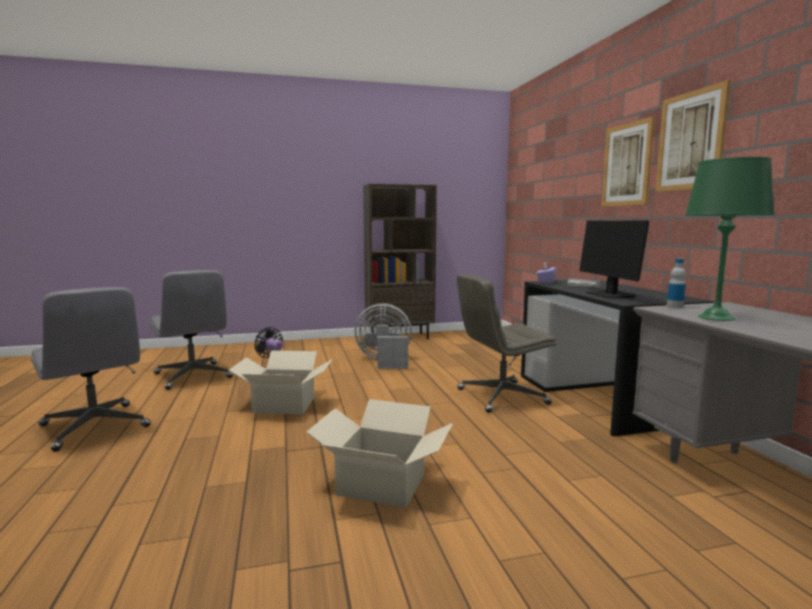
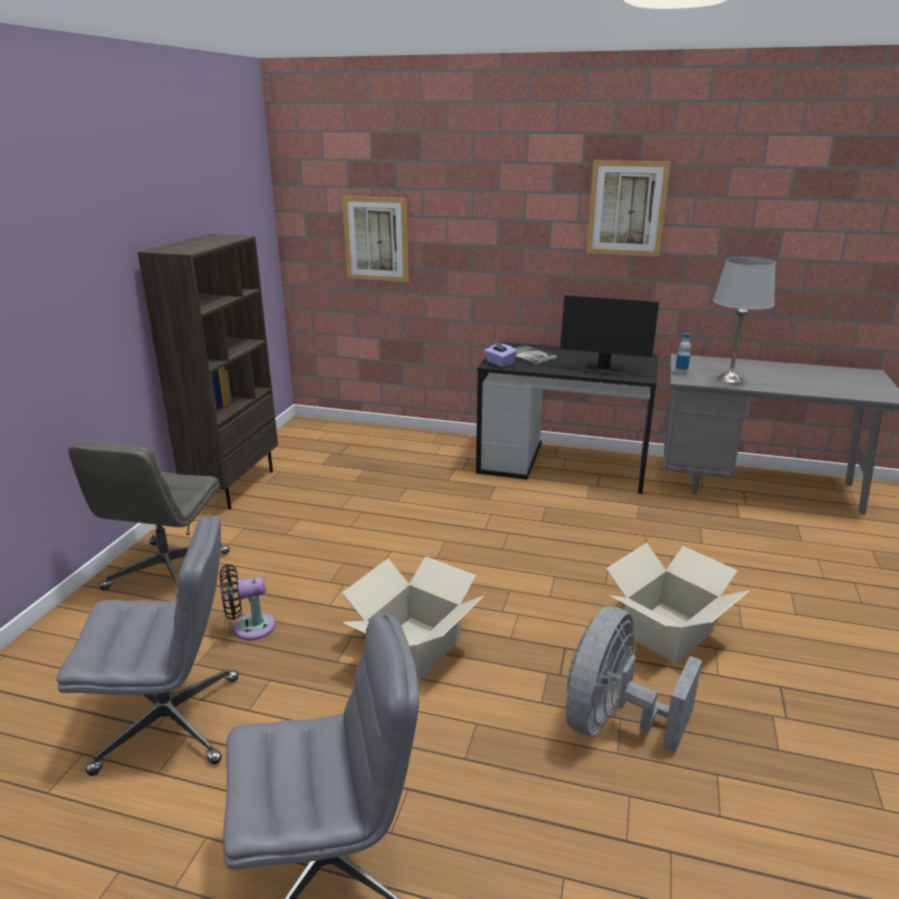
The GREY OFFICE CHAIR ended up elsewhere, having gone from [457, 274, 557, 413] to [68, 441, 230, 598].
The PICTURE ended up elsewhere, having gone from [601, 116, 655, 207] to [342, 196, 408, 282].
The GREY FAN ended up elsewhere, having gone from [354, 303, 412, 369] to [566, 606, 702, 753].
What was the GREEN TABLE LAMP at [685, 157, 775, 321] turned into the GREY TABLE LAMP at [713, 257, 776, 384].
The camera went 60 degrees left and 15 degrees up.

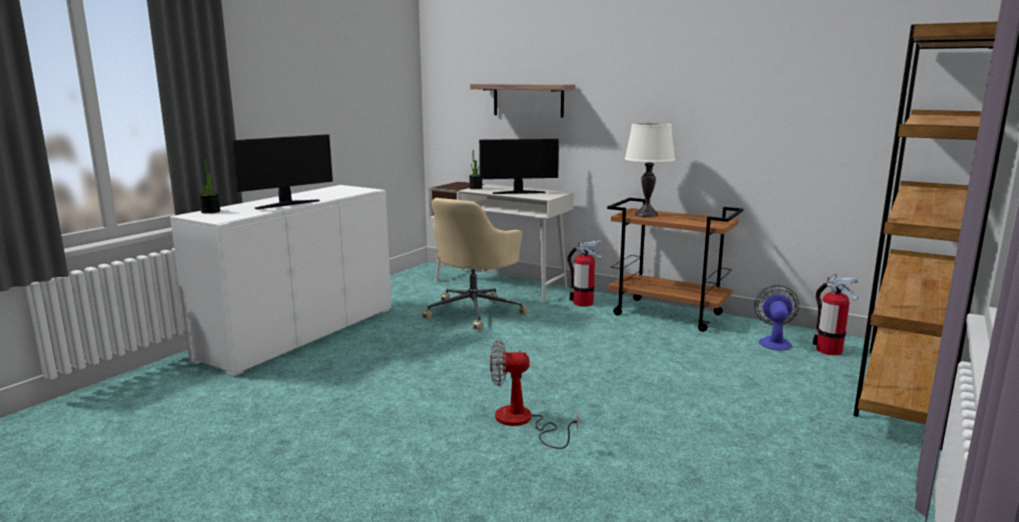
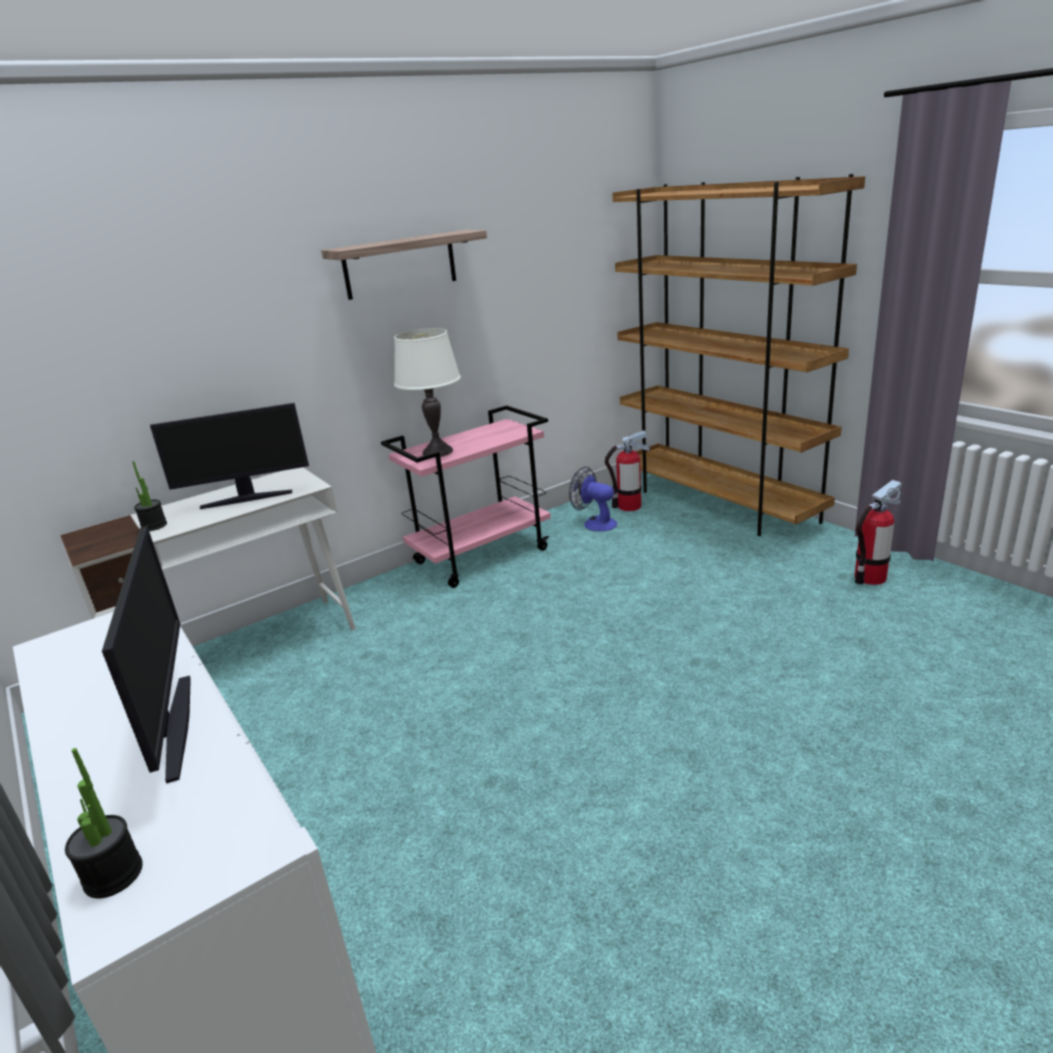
The MONITOR at [479, 139, 559, 194] ended up facing another way, 60 degrees clockwise from before.
The SHELF ended up elsewhere, having gone from [470, 84, 575, 118] to [321, 230, 487, 300].
What was the BROWN CART at [607, 198, 744, 332] turned into the PINK CART at [381, 405, 551, 588].
The FIRE EXTINGUISHER ended up elsewhere, having gone from [567, 239, 602, 307] to [855, 480, 902, 585].
The second view lost the BEIGE OFFICE CHAIR at [422, 198, 528, 330].
The second view lost the FAN at [490, 340, 578, 449].
The camera went 65 degrees left and 10 degrees up.

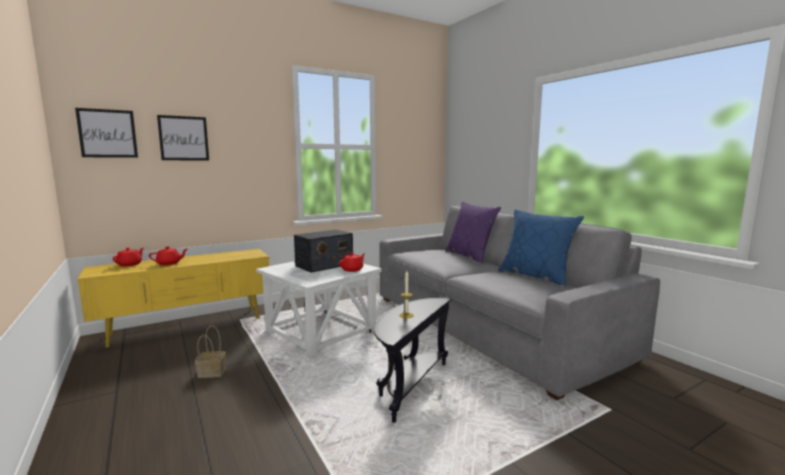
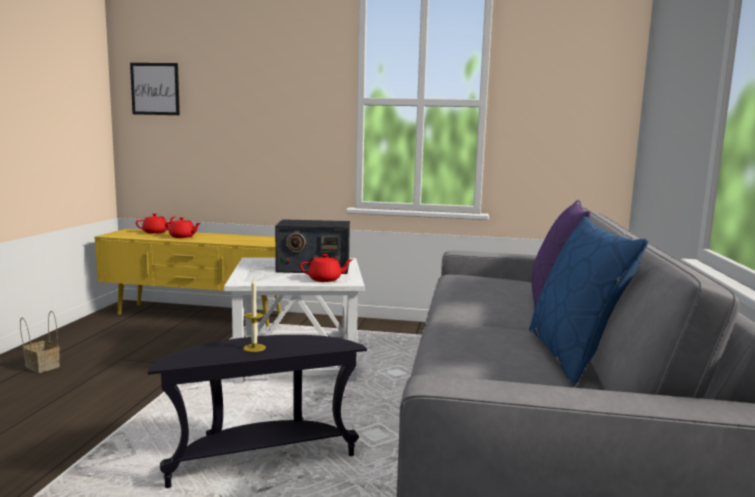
The BASKET ended up elsewhere, having gone from [195, 326, 226, 378] to [20, 311, 60, 373].
The second view lost the PICTURE at [157, 115, 209, 160].
The camera went 40 degrees right and 0 degrees up.

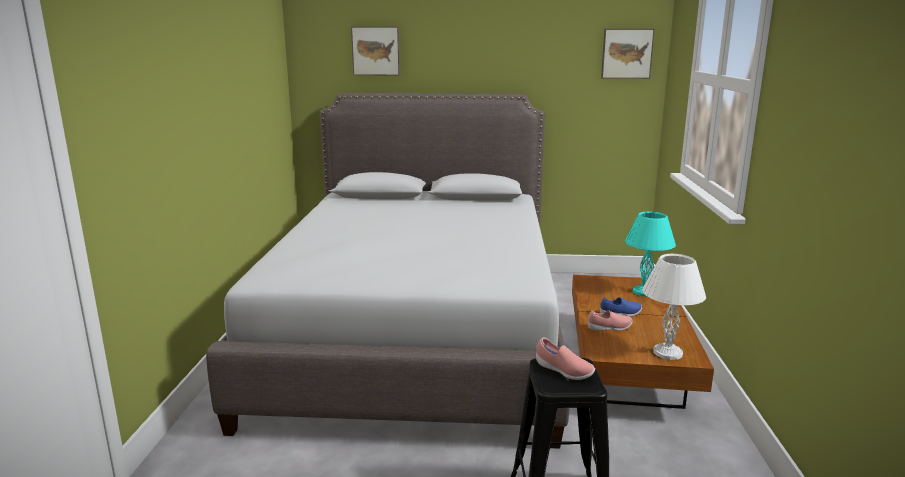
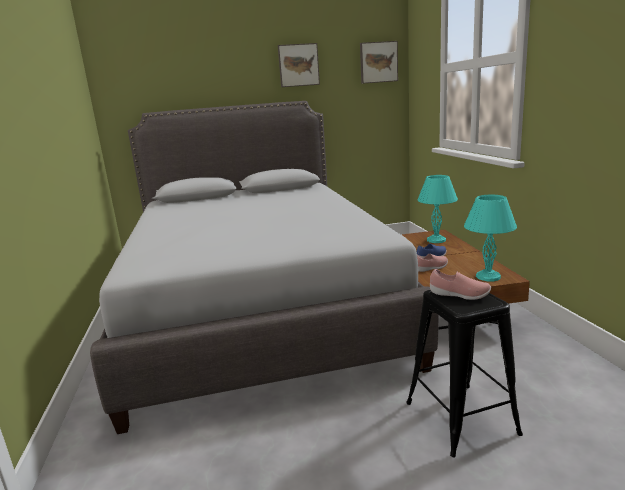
The PICTURE ended up elsewhere, having gone from [351, 26, 400, 75] to [278, 43, 320, 87].
What was the WHITE TABLE LAMP at [642, 254, 706, 360] turned into the TURQUOISE TABLE LAMP at [464, 195, 517, 282].
The camera went 15 degrees left and 0 degrees up.

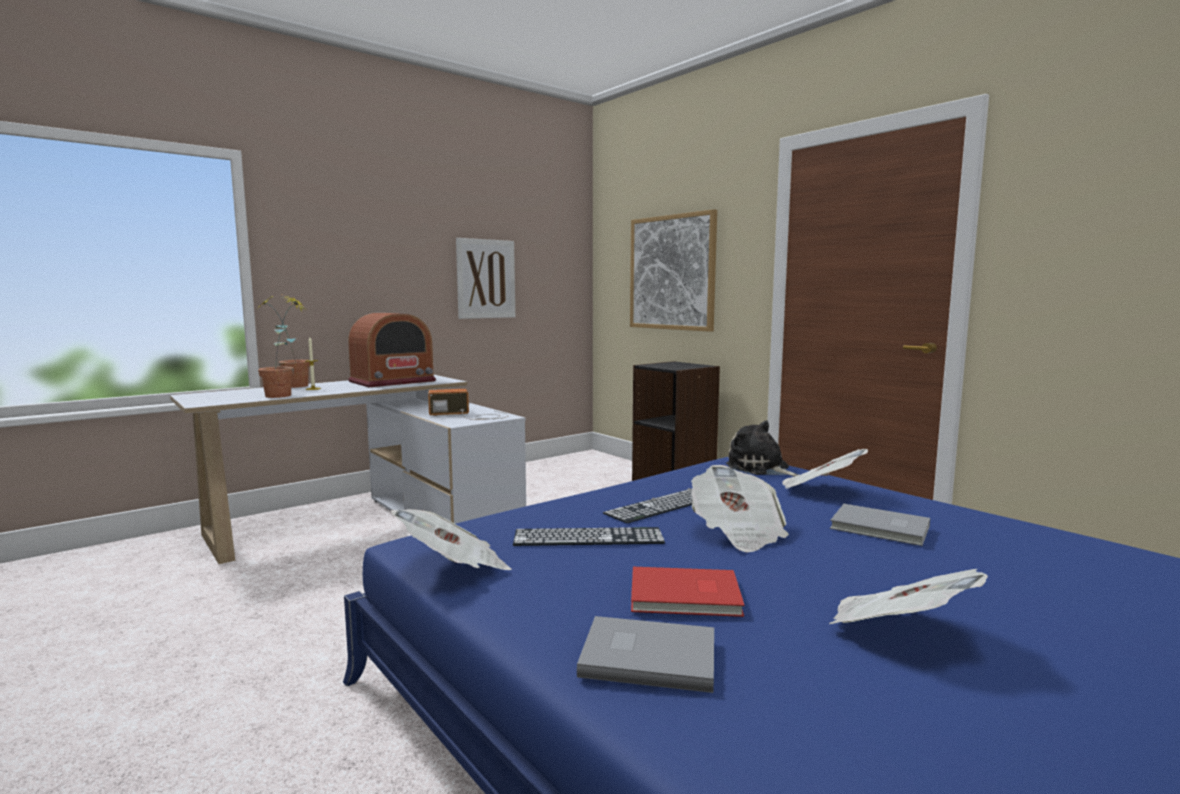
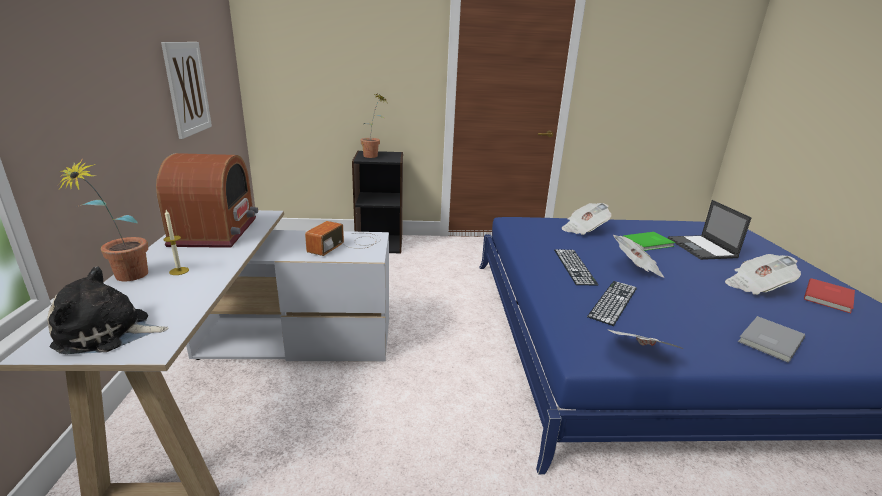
The PLUSH TOY ended up elsewhere, having gone from [726, 420, 799, 476] to [47, 266, 169, 354].
The POTTED PLANT ended up elsewhere, having gone from [258, 295, 309, 398] to [361, 94, 386, 158].
What was the GREY BOOK at [830, 504, 930, 546] turned into the GREEN BOOK at [623, 232, 676, 251].
The second view gained the LAPTOP at [668, 200, 752, 260].
The RED BOOK ended up elsewhere, having gone from [631, 567, 745, 617] to [804, 278, 855, 313].
The second view lost the PICTURE at [630, 209, 717, 332].
The camera went 55 degrees left and 15 degrees up.

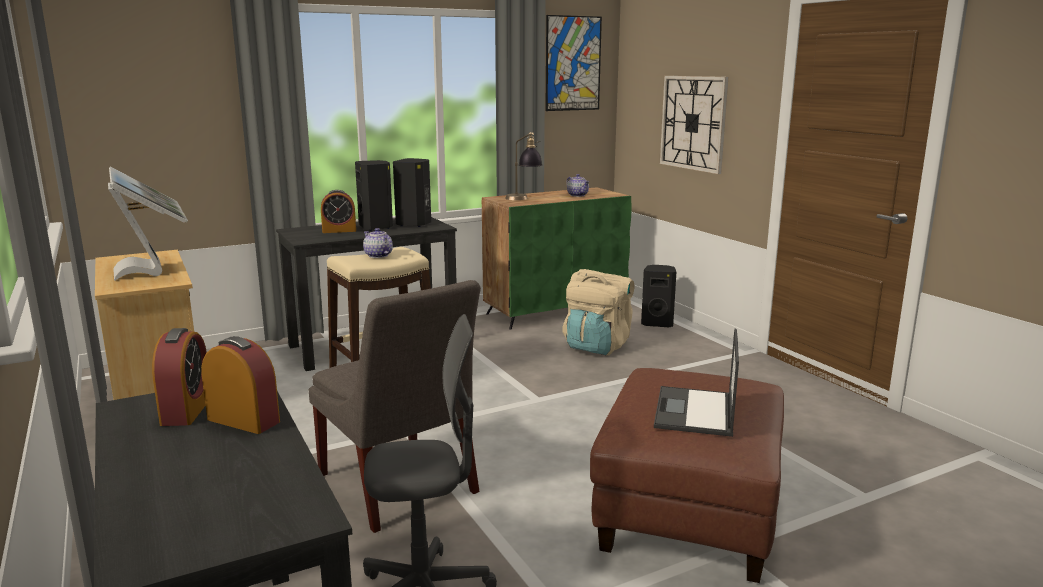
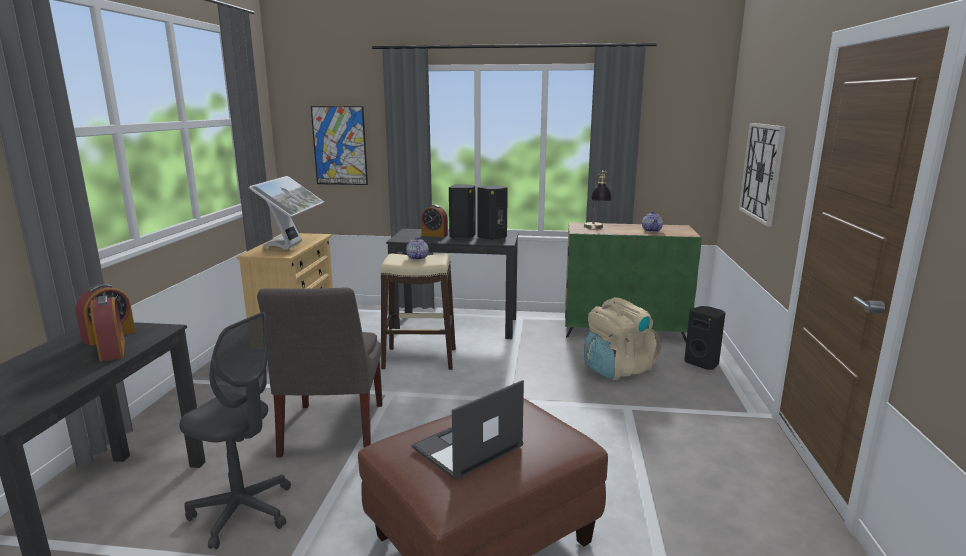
The PICTURE ended up elsewhere, having gone from [545, 15, 602, 111] to [311, 106, 368, 185].
The camera went 35 degrees right and 0 degrees up.

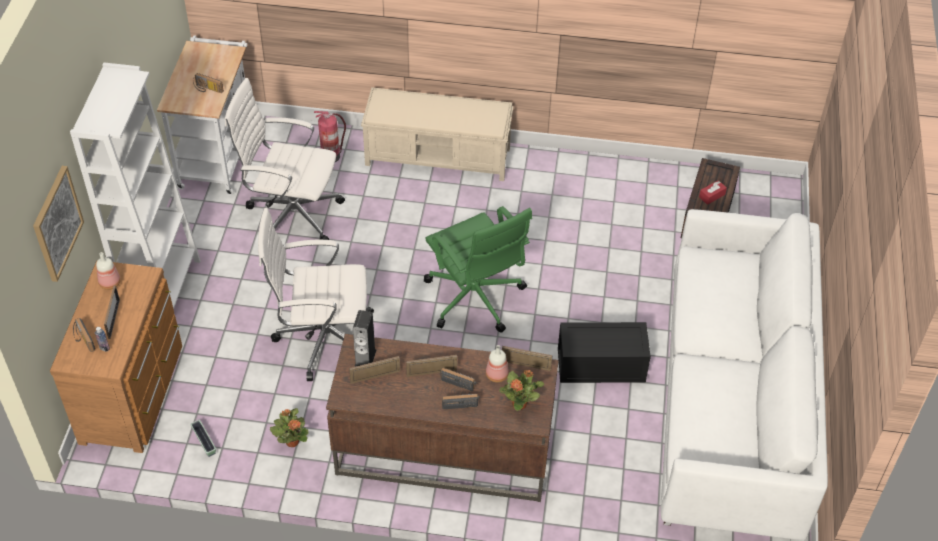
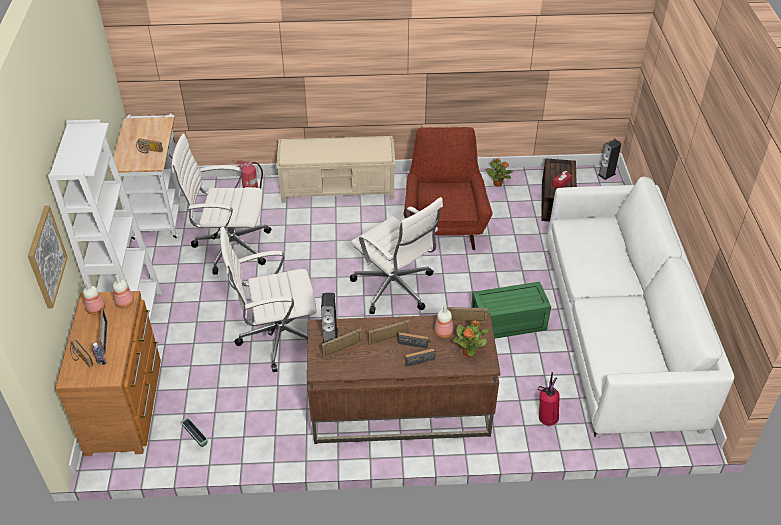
The second view gained the BOTTLE at [113, 275, 134, 308].
What was the GREEN OFFICE CHAIR at [424, 206, 532, 333] turned into the WHITE OFFICE CHAIR at [350, 197, 443, 314].
The second view gained the RED ARMCHAIR at [404, 127, 493, 250].
What was the BLACK STORAGE BOX at [558, 322, 651, 383] turned into the GREEN STORAGE BOX at [471, 282, 551, 339].
The POTTED PLANT ended up elsewhere, having gone from [270, 408, 308, 447] to [486, 158, 513, 187].
The second view gained the FIRE EXTINGUISHER at [538, 372, 560, 426].
The second view gained the SPEAKER at [598, 139, 621, 180].
The camera went 10 degrees left and 5 degrees down.

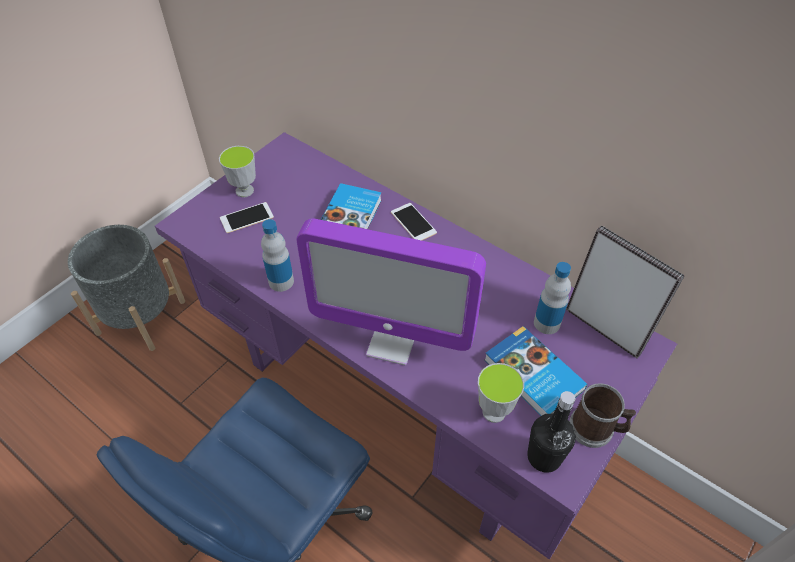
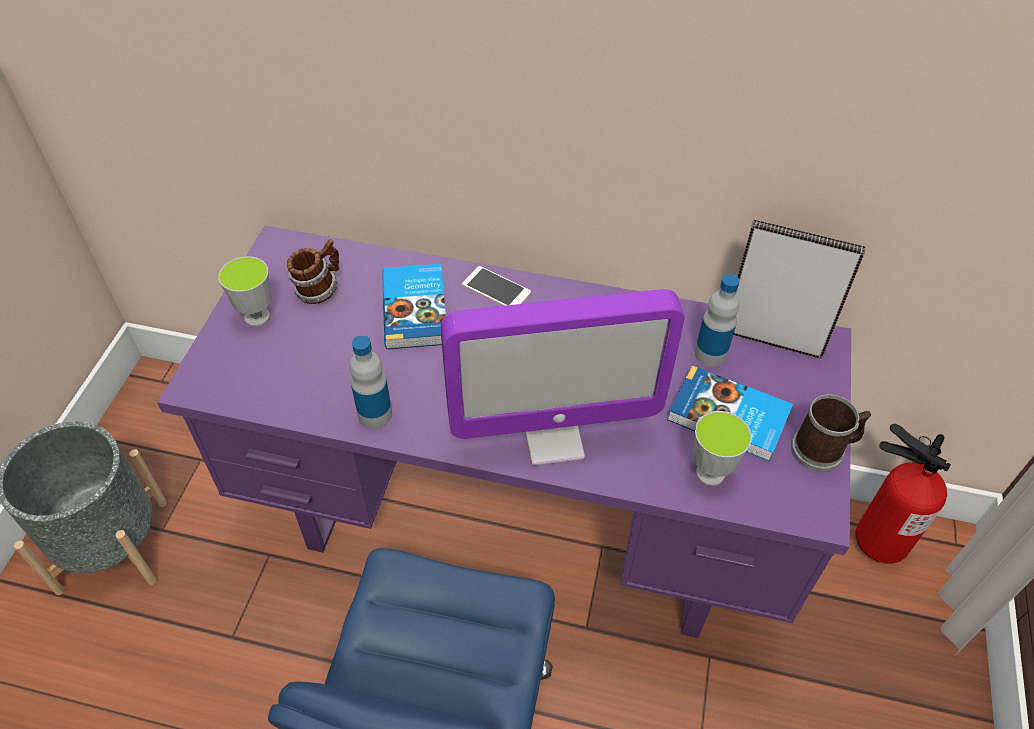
The second view gained the MUG at [287, 239, 340, 304].
The second view gained the FIRE EXTINGUISHER at [856, 424, 951, 564].
The second view lost the PHONE at [220, 202, 274, 233].
The second view lost the BLACK BOTTLE at [527, 391, 576, 473].
The camera went 25 degrees left and 0 degrees up.

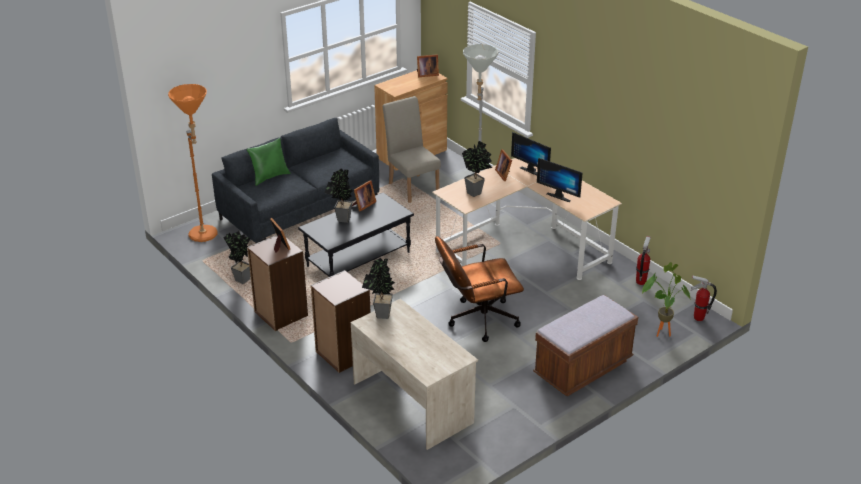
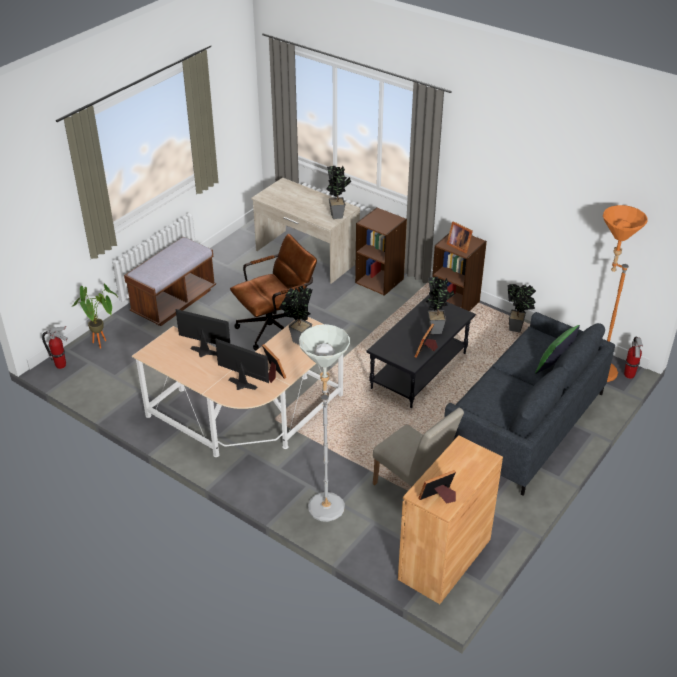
The FIRE EXTINGUISHER ended up elsewhere, having gone from [636, 236, 651, 285] to [624, 336, 643, 379].
The camera went 165 degrees right and 5 degrees up.

